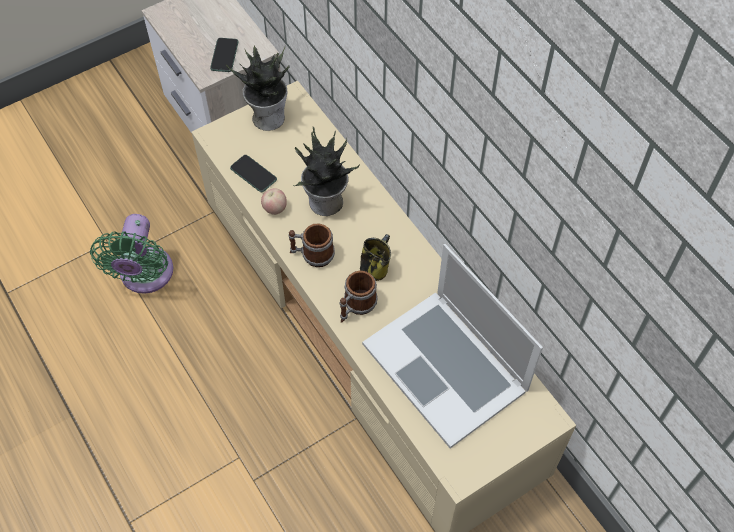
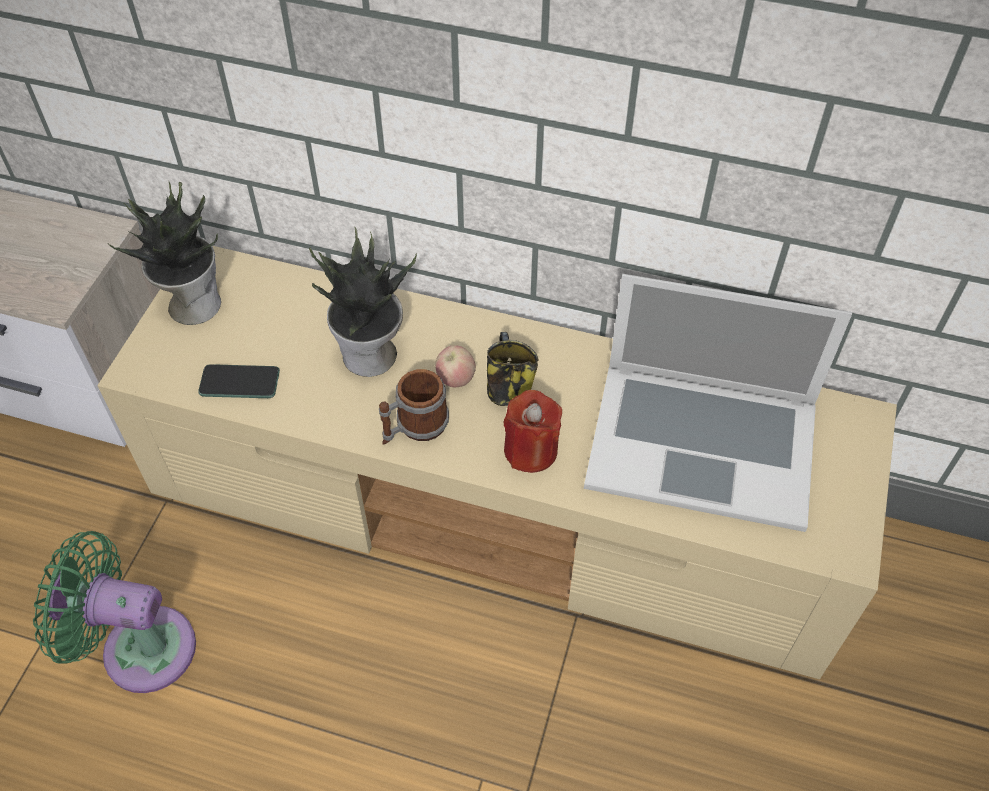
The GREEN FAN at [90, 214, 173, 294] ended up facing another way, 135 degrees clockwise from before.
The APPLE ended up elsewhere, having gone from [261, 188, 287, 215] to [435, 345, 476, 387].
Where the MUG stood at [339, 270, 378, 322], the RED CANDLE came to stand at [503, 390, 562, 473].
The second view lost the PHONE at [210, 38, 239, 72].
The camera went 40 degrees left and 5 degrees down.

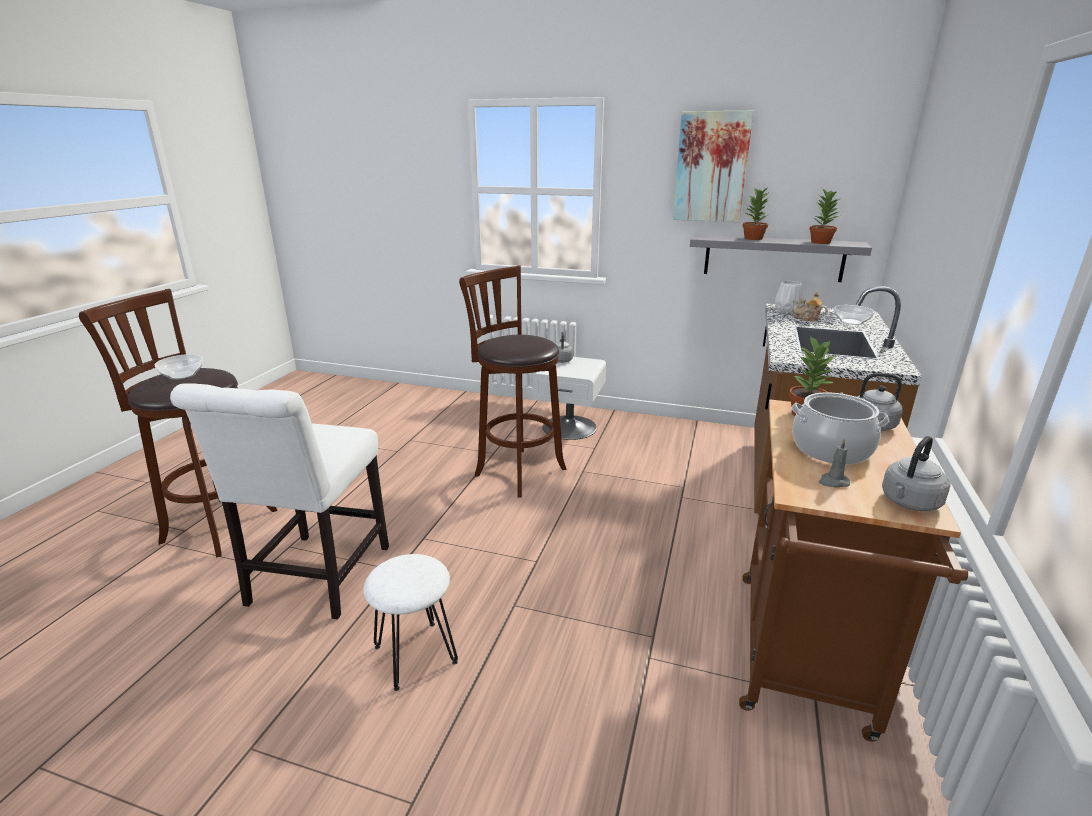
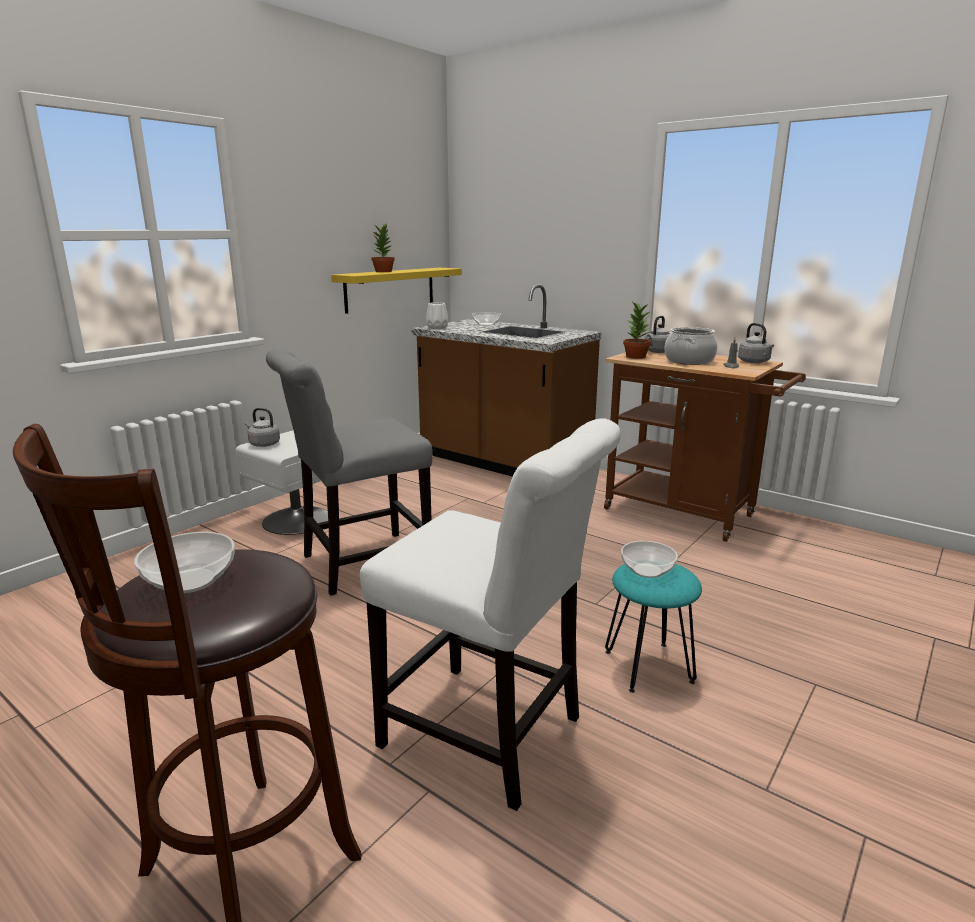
Where the BROWN STOOL stood at [459, 265, 567, 497], the GREY CHAIR came to stand at [266, 348, 433, 596].
What was the GREY SHELF at [690, 235, 872, 282] turned into the YELLOW SHELF at [331, 268, 462, 314].
What was the WHITE STOOL at [363, 554, 458, 691] turned into the TURQUOISE STOOL at [605, 564, 702, 693].
The second view gained the BOWL at [621, 541, 678, 578].
The second view lost the PICTURE at [673, 111, 754, 222].
The second view lost the TEAPOT at [793, 292, 828, 321].
The second view lost the POTTED PLANT at [809, 188, 840, 244].
The camera went 70 degrees left and 5 degrees down.

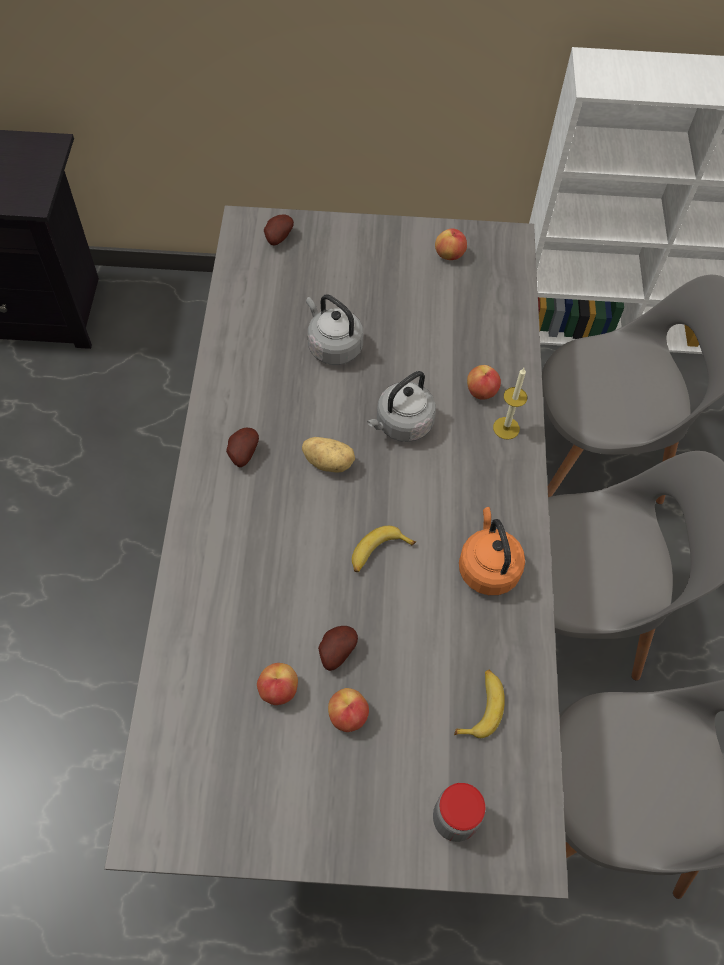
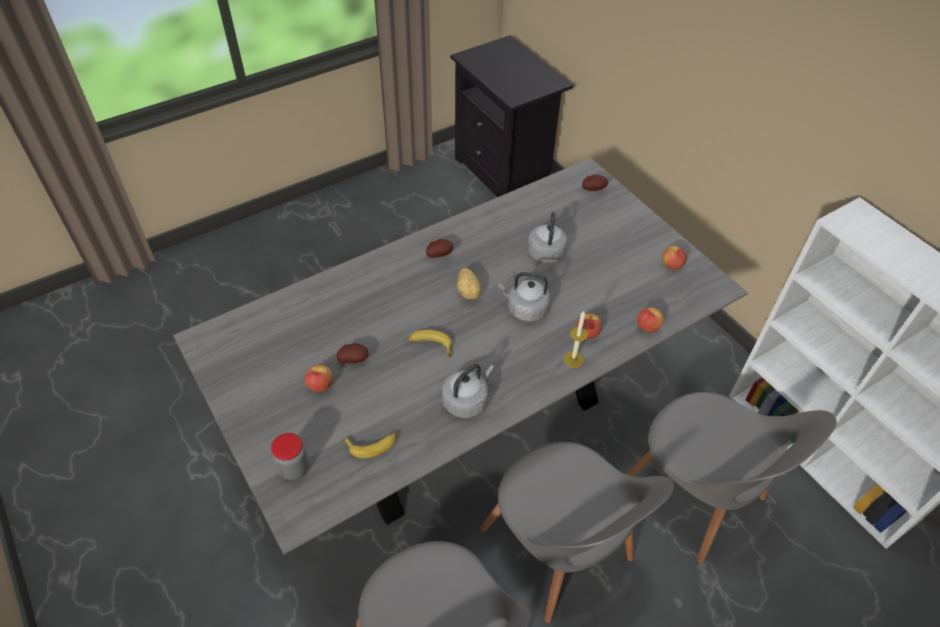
What was the ORANGE KETTLE at [459, 507, 525, 595] turned into the GREY KETTLE at [442, 364, 494, 418].
The APPLE ended up elsewhere, having gone from [257, 663, 298, 705] to [637, 307, 664, 332].
The camera went 55 degrees right and 10 degrees down.

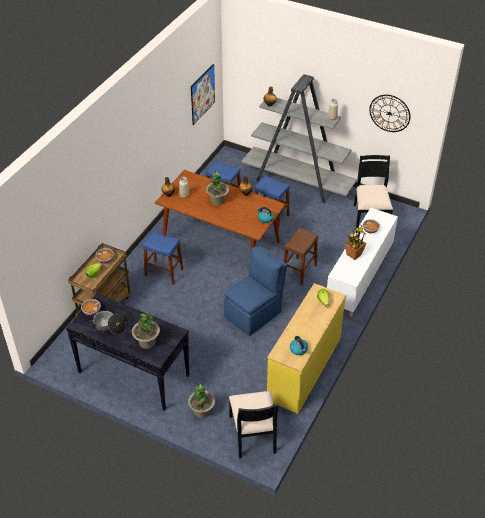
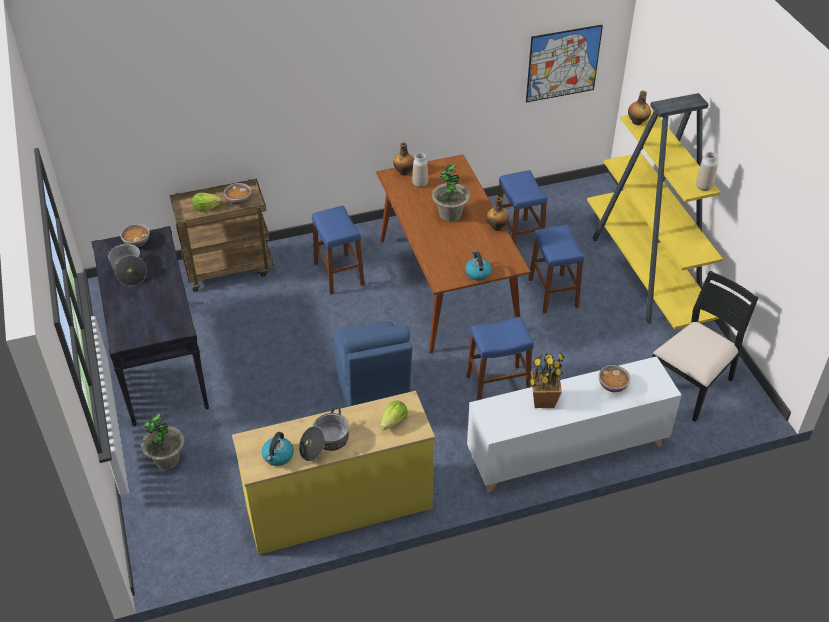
The second view gained the COOKING POT at [299, 407, 349, 461].
The BLUE CHAIR at [224, 246, 287, 336] ended up facing another way, 75 degrees clockwise from before.
What was the BROWN STOOL at [283, 228, 318, 285] turned into the BLUE STOOL at [466, 316, 534, 400].
What was the GREY BOOKCASE at [241, 74, 357, 203] turned into the YELLOW BOOKCASE at [587, 93, 723, 329].
The second view lost the POTTED PLANT at [132, 312, 160, 349].
The second view lost the BLACK CHAIR at [229, 391, 278, 458].
The second view lost the WALL CLOCK at [369, 95, 410, 132].
The camera went 45 degrees right and 0 degrees up.

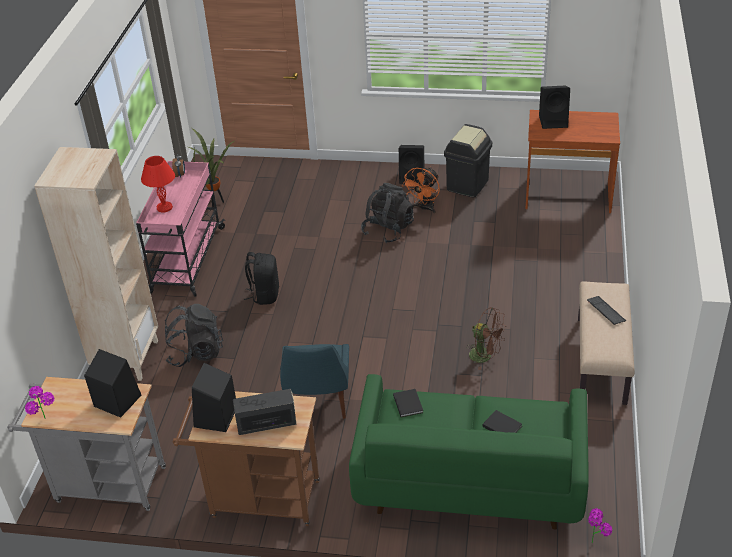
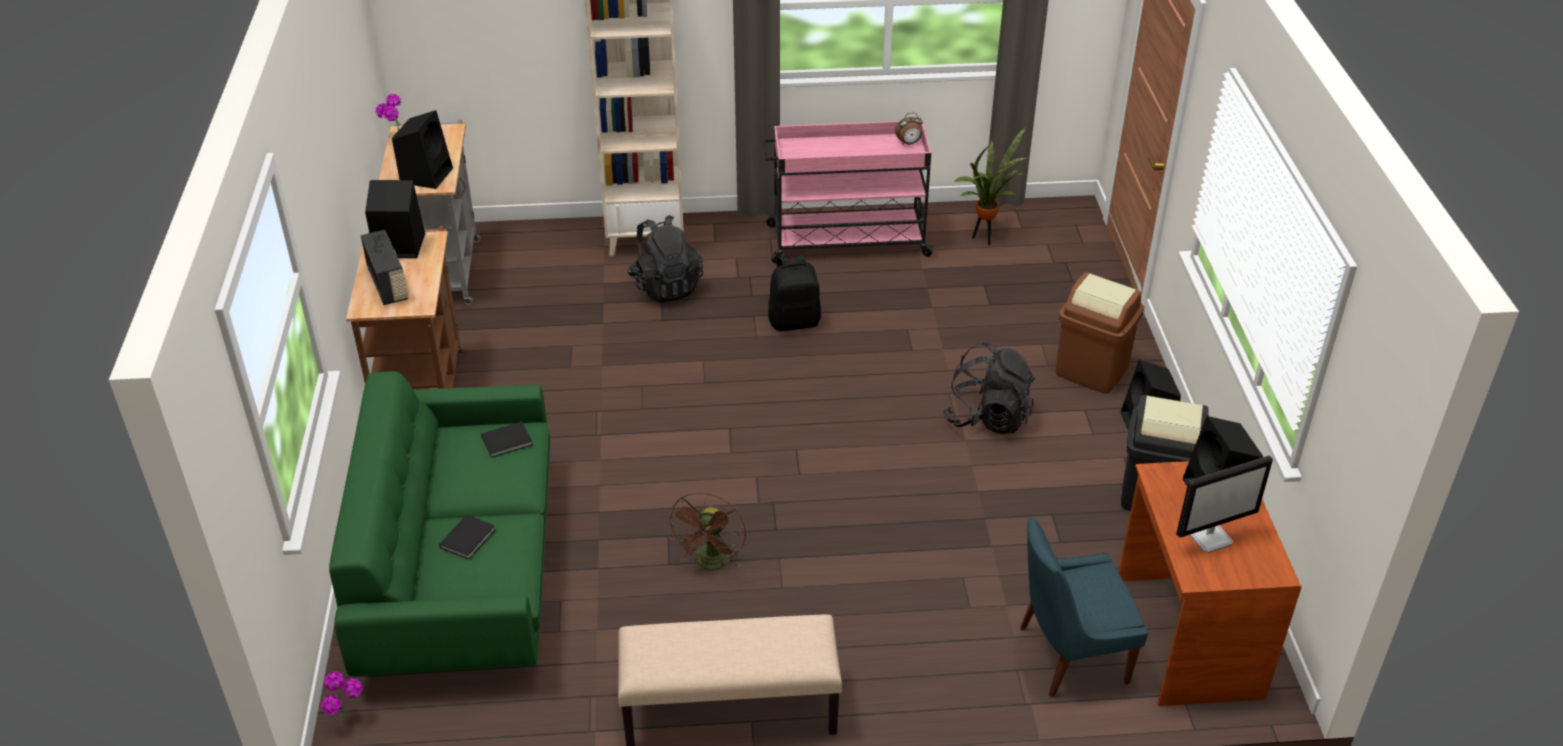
The BLUE CHAIR ended up elsewhere, having gone from [280, 344, 349, 419] to [1020, 517, 1148, 697].
The second view gained the BROWN TRASH CAN at [1055, 272, 1144, 394].
The second view gained the MONITOR at [1176, 456, 1273, 553].
The second view lost the RED TABLE LAMP at [141, 156, 175, 212].
The second view lost the ORANGE FAN at [402, 167, 440, 213].
The second view lost the KEYBOARD at [587, 296, 626, 325].
The camera went 75 degrees right and 0 degrees up.

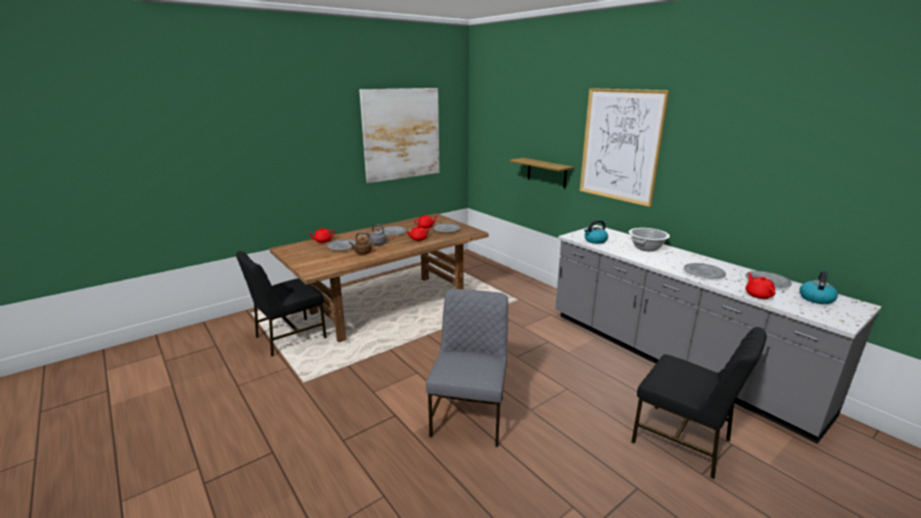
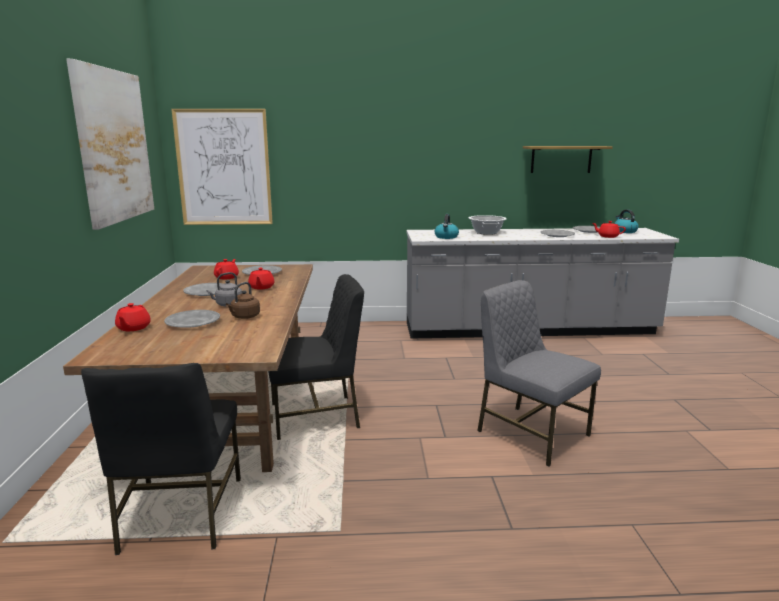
The PICTURE ended up elsewhere, having gone from [580, 88, 669, 207] to [171, 109, 273, 225].
The BLACK CHAIR ended up elsewhere, having gone from [632, 327, 767, 479] to [268, 274, 364, 440].
The SHELF ended up elsewhere, having gone from [510, 158, 574, 188] to [523, 146, 613, 173].
The camera went 55 degrees left and 5 degrees down.

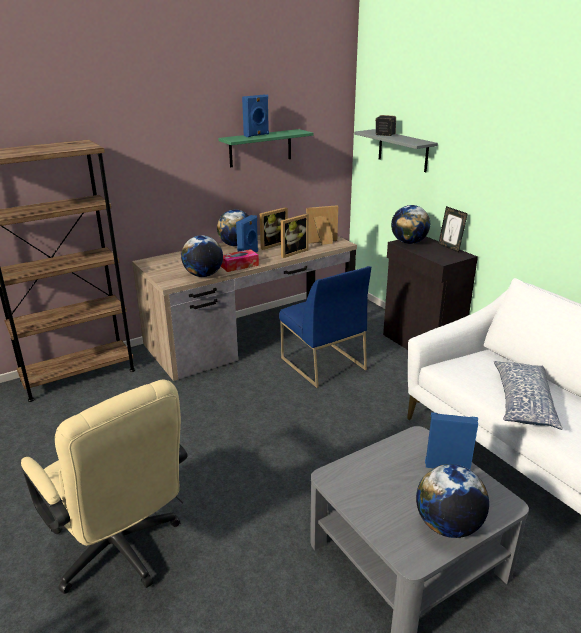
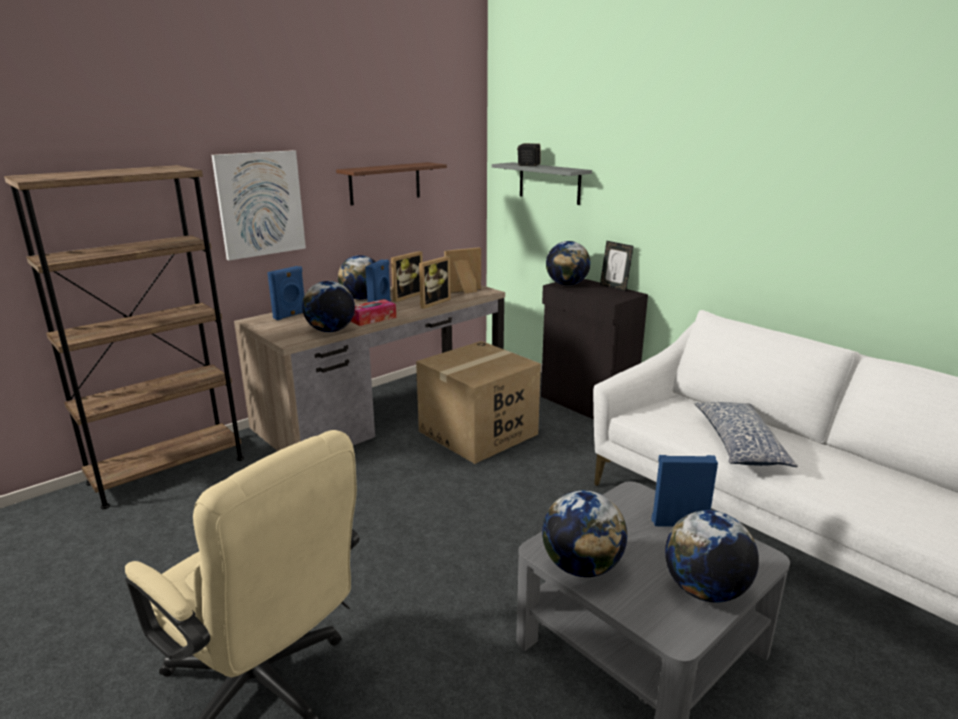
The second view gained the PICTURE at [211, 150, 306, 260].
The BLUE SPEAKER ended up elsewhere, having gone from [242, 95, 269, 137] to [267, 266, 304, 320].
What was the GREEN SHELF at [218, 129, 314, 167] turned into the BROWN SHELF at [336, 162, 447, 205].
Where the BLUE CHAIR stood at [279, 266, 371, 388], the CARDBOARD BOX came to stand at [416, 341, 541, 464].
The second view gained the GLOBE at [542, 490, 627, 577].
The camera went 10 degrees left and 5 degrees down.

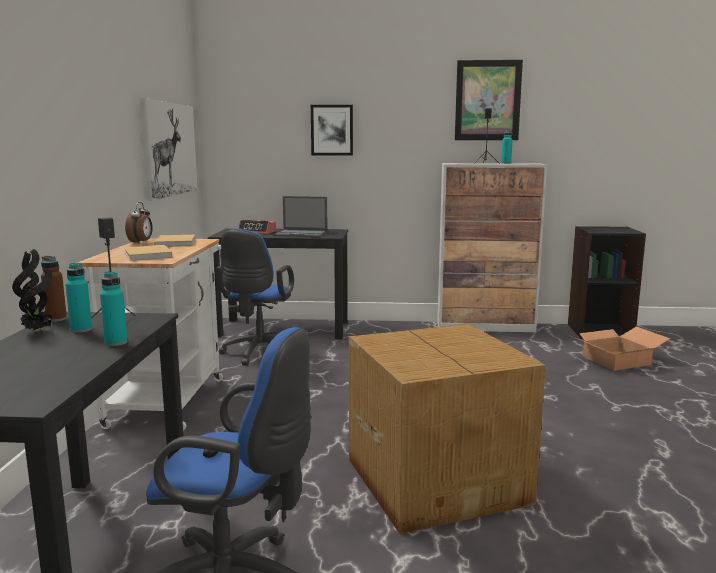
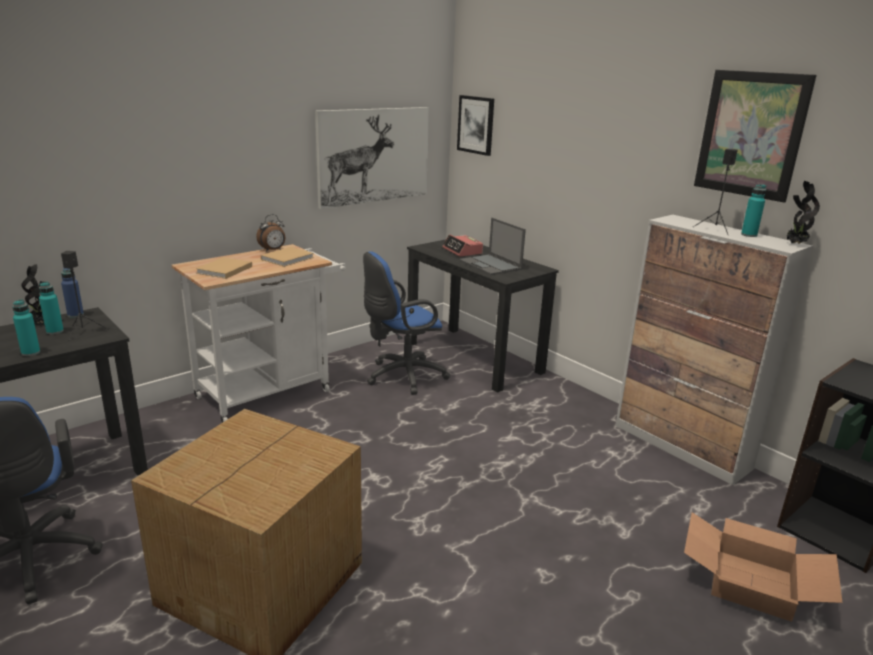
What was the BROWN BOTTLE at [41, 256, 67, 322] turned into the BLUE BOTTLE at [61, 268, 84, 318].
The PICTURE ended up elsewhere, having gone from [311, 105, 353, 155] to [457, 95, 494, 156].
The second view gained the POTTED PLANT at [787, 181, 820, 244].
The camera went 45 degrees right and 10 degrees up.

